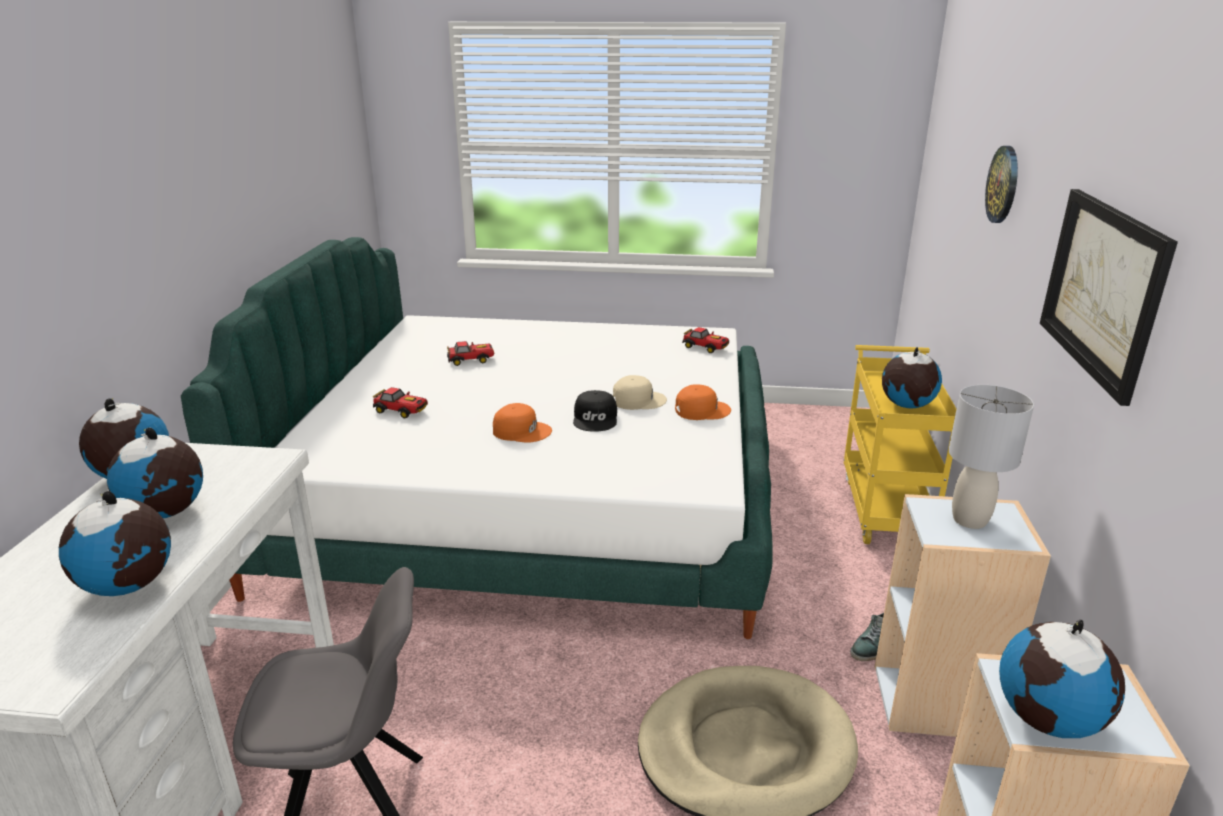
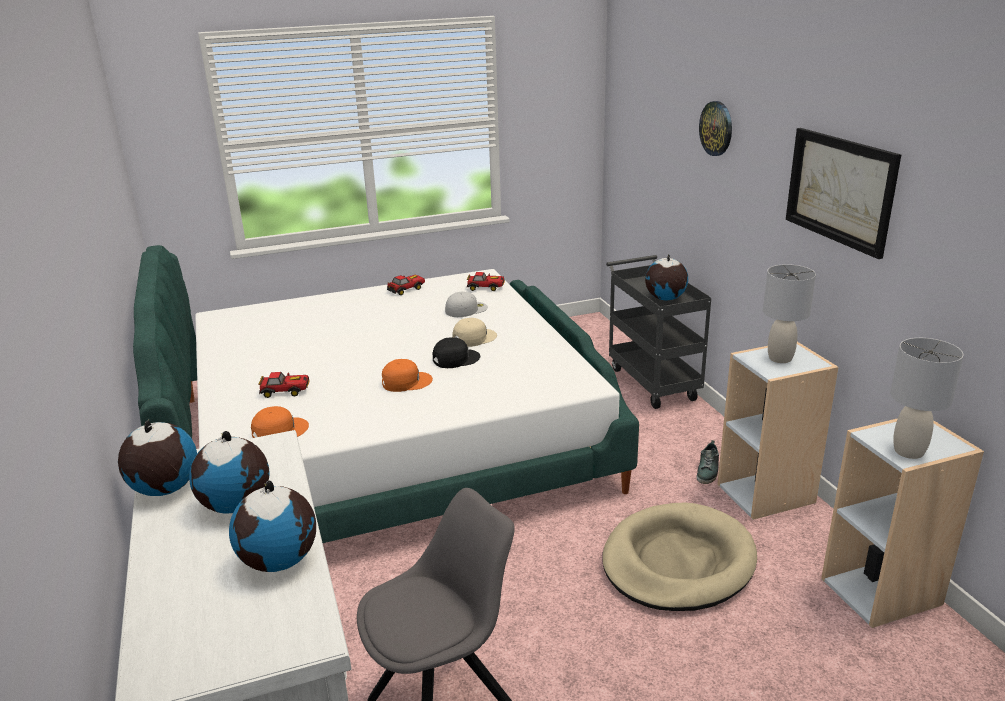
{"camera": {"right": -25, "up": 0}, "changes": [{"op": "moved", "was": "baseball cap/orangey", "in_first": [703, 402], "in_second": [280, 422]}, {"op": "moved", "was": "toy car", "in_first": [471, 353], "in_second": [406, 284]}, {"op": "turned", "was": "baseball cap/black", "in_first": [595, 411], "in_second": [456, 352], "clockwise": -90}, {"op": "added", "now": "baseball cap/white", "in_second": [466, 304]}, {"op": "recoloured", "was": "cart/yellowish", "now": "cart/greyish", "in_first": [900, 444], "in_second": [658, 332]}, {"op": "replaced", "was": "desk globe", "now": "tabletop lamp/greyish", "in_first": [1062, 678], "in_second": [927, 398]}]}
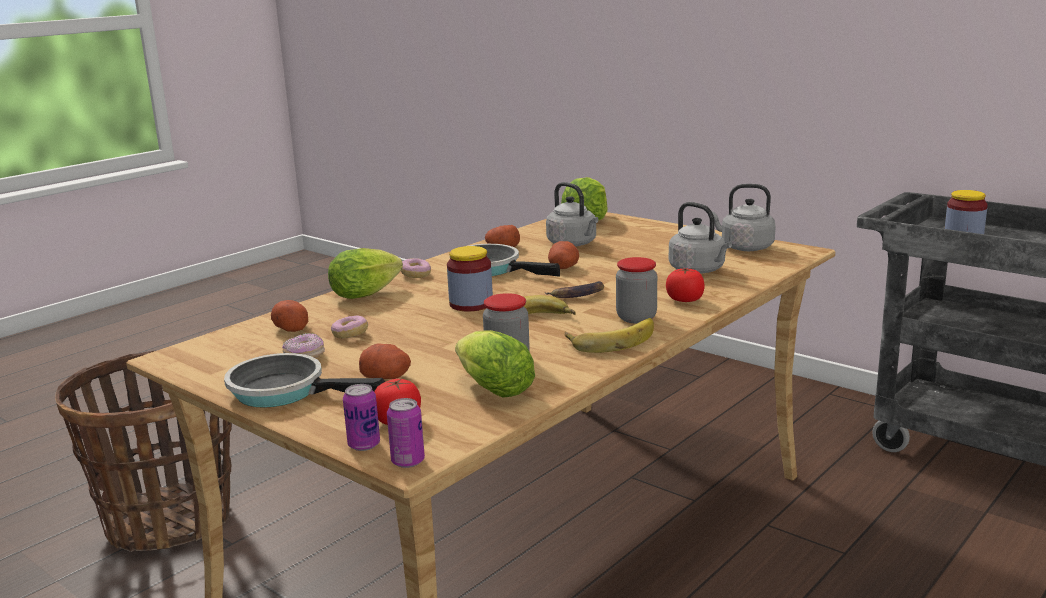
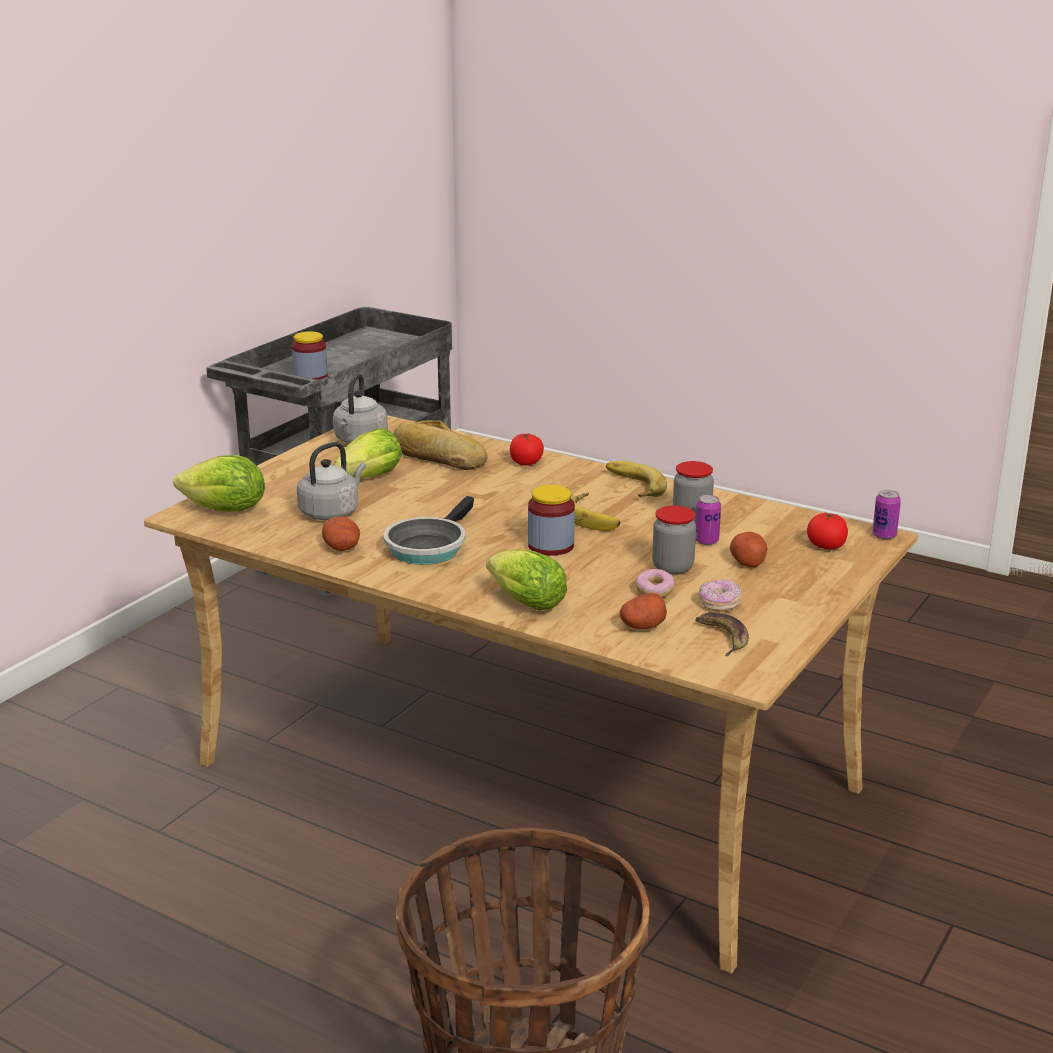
{"camera": {"right": -100, "up": 5}, "changes": [{"op": "moved", "was": "head of lettuce", "in_first": [495, 364], "in_second": [368, 453]}, {"op": "replaced", "was": "kettle/greyish", "now": "bakery bread", "in_first": [700, 238], "in_second": [440, 445]}, {"op": "moved", "was": "jar", "in_first": [636, 290], "in_second": [674, 540]}, {"op": "moved", "was": "sealed can", "in_first": [361, 417], "in_second": [708, 520]}, {"op": "moved", "was": "whole banana", "in_first": [574, 289], "in_second": [722, 634]}, {"op": "removed", "was": "frying pan", "in_first": [304, 380]}, {"op": "removed", "was": "ring doughnut", "in_first": [416, 268]}, {"op": "removed", "was": "spud", "in_first": [563, 255]}]}
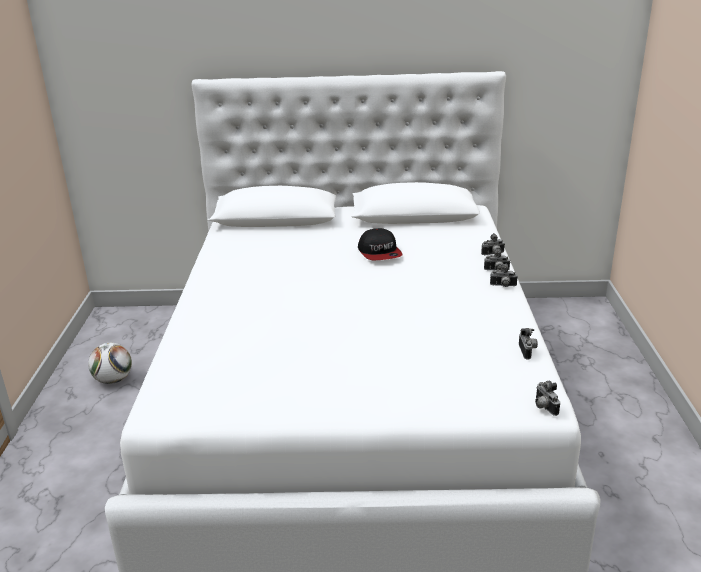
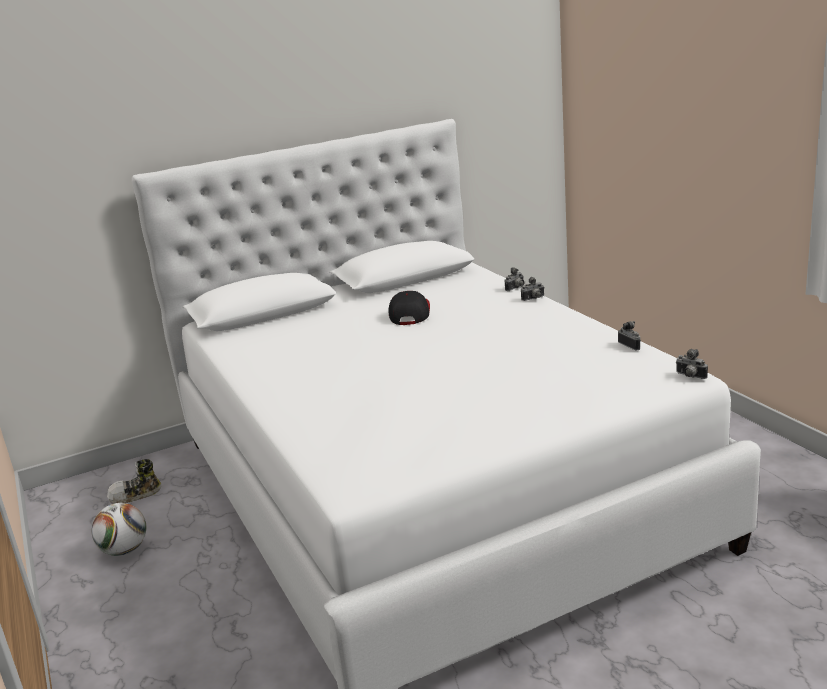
{"camera": {"right": -25, "up": -5}, "changes": [{"op": "added", "now": "shoe", "in_second": [134, 481]}, {"op": "turned", "was": "baseball cap", "in_first": [380, 244], "in_second": [409, 308], "clockwise": -135}, {"op": "removed", "was": "photo camera", "in_first": [504, 275]}]}
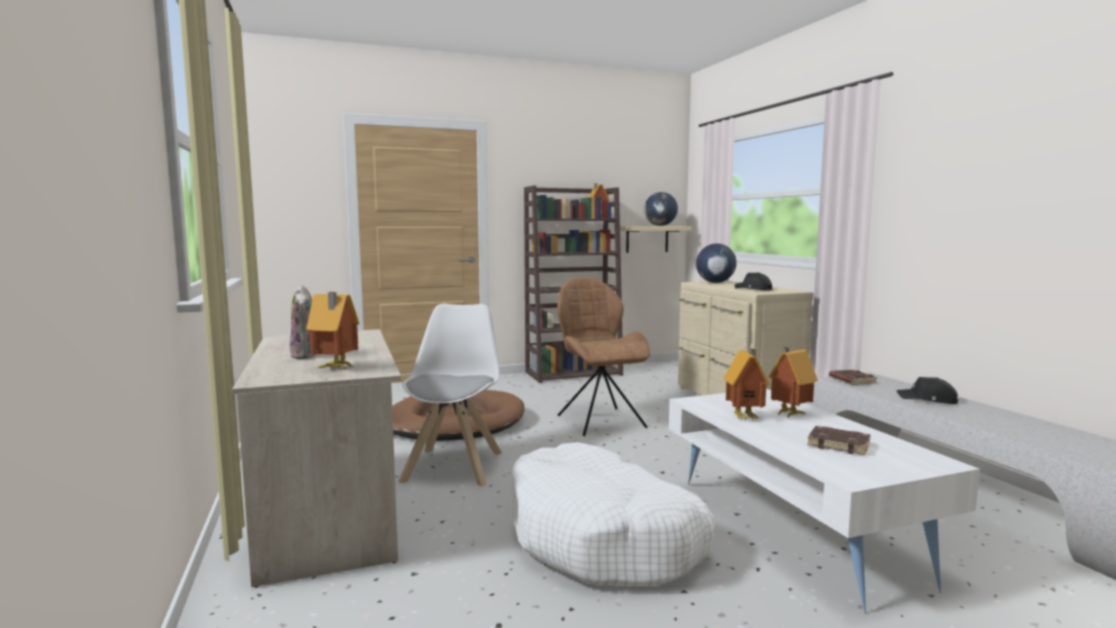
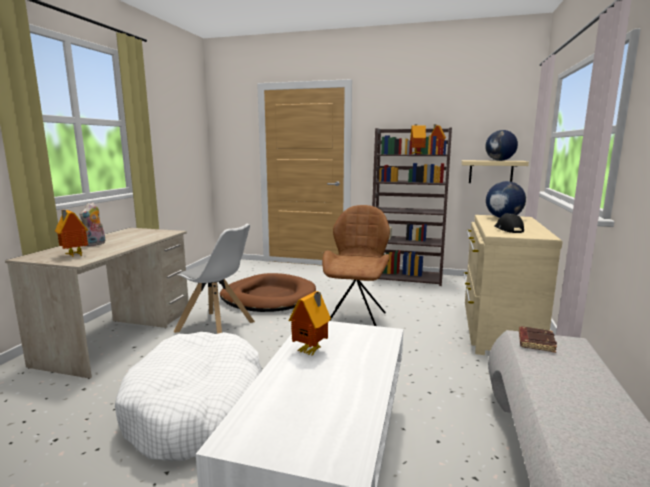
{"camera": {"right": 35, "up": 5}, "changes": [{"op": "turned", "was": "upright chair", "in_first": [450, 394], "in_second": [214, 279], "clockwise": 75}, {"op": "moved", "was": "toy house", "in_first": [793, 382], "in_second": [418, 139]}, {"op": "removed", "was": "book/brownish", "in_first": [838, 440]}, {"op": "removed", "was": "baseball cap/black", "in_first": [927, 390]}]}
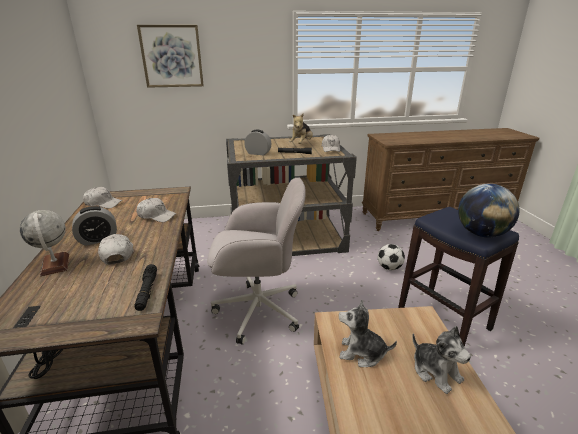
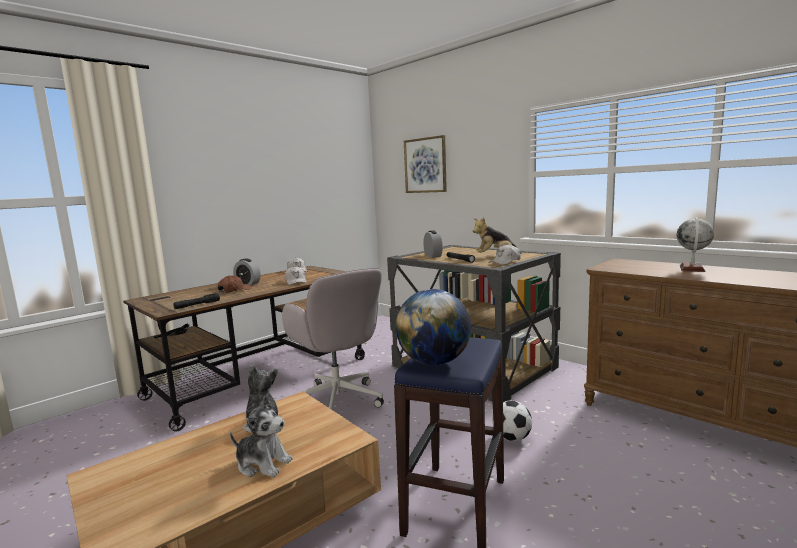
{"camera": {"right": 55, "up": -15}, "changes": [{"op": "recoloured", "was": "baseball cap/white", "now": "baseball cap/brownish", "in_first": [116, 249], "in_second": [235, 284]}, {"op": "turned", "was": "plush toy", "in_first": [441, 360], "in_second": [261, 437], "clockwise": -90}, {"op": "moved", "was": "desk globe", "in_first": [44, 243], "in_second": [695, 244]}]}
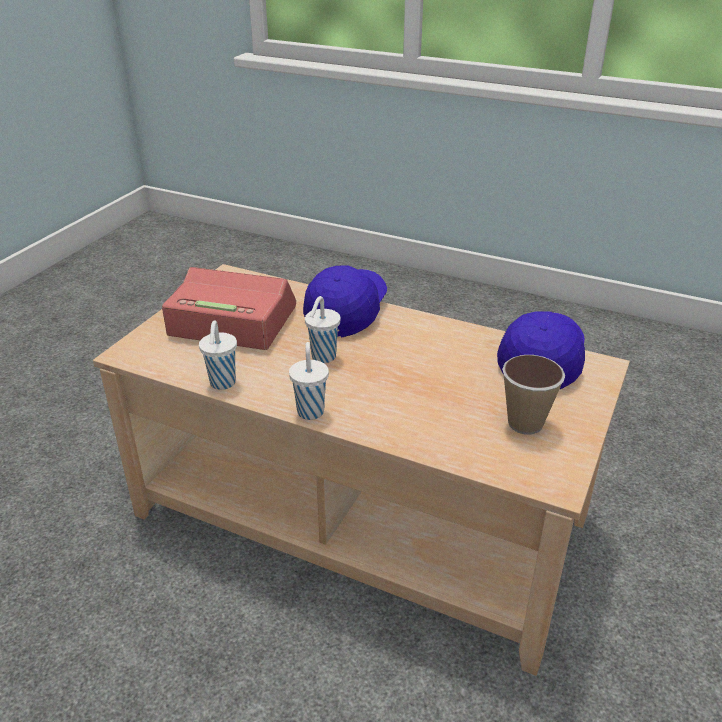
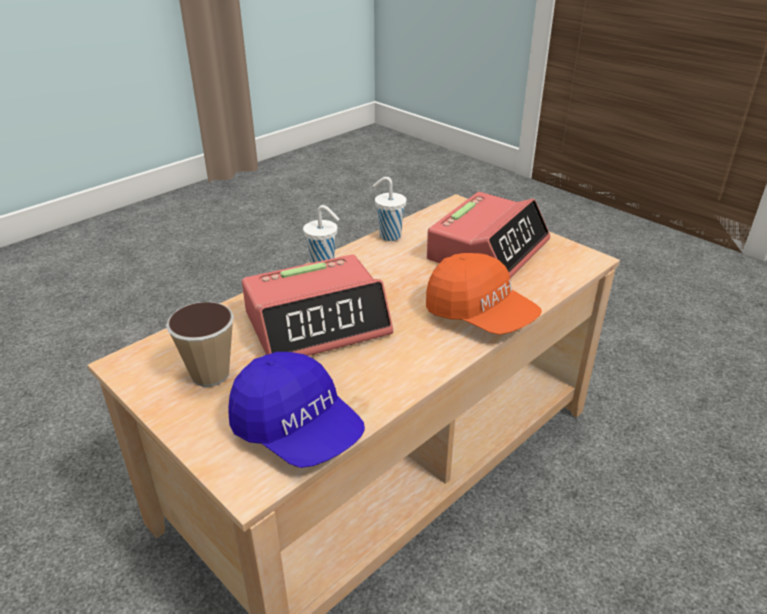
{"camera": {"right": 110, "up": 0}, "changes": [{"op": "added", "now": "table clock", "in_second": [317, 305]}, {"op": "recoloured", "was": "baseball cap/bluish", "now": "baseball cap/orangey", "in_first": [345, 302], "in_second": [484, 294]}, {"op": "removed", "was": "cup/white", "in_first": [323, 329]}]}
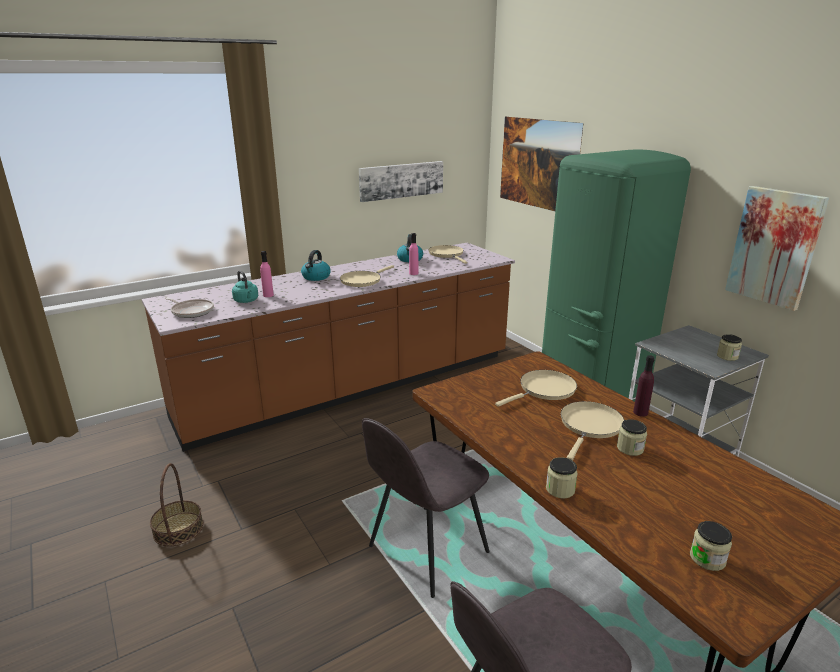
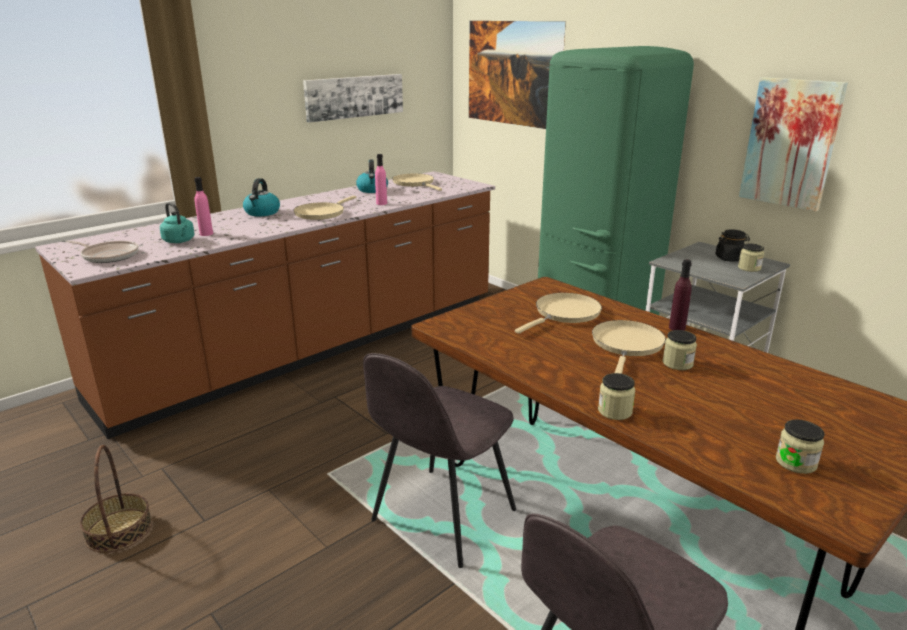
{"camera": {"right": -10, "up": 0}, "changes": [{"op": "added", "now": "jar/black", "in_second": [732, 245]}]}
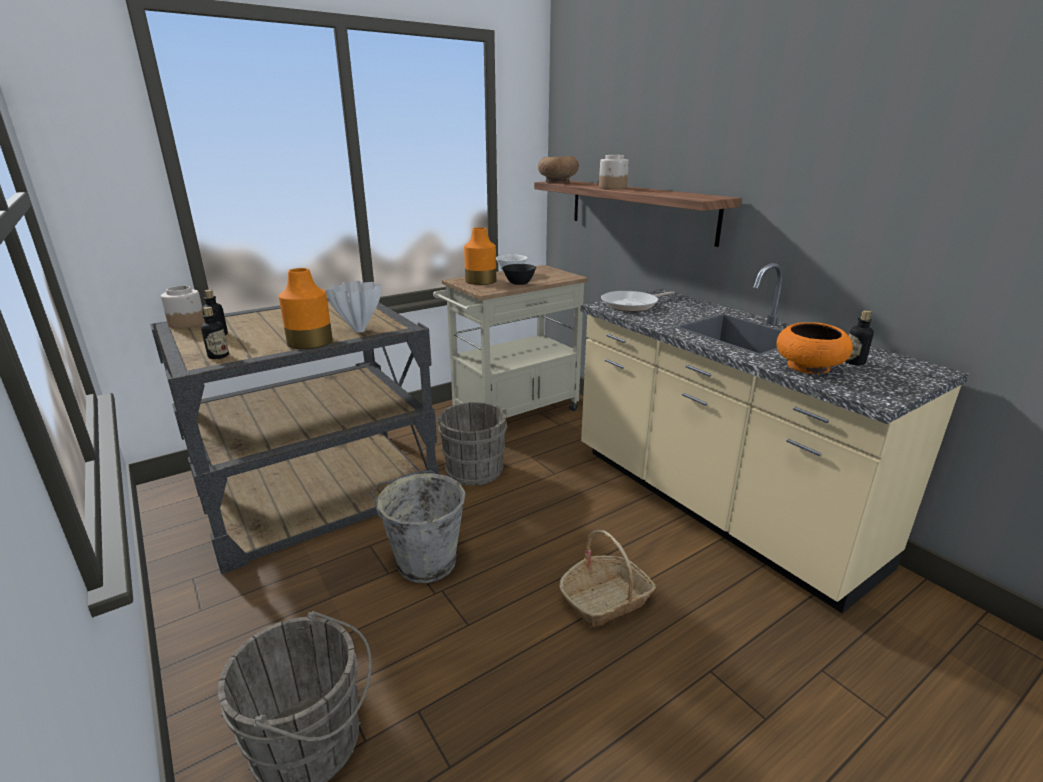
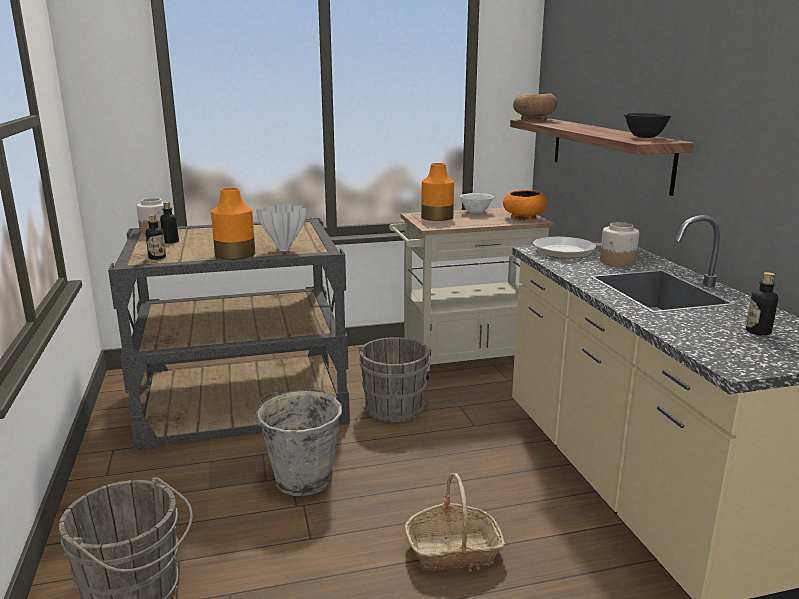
{"camera": {"right": 20, "up": -5}, "changes": [{"op": "moved", "was": "serving bowl/orangey", "in_first": [814, 348], "in_second": [525, 205]}, {"op": "moved", "was": "jar", "in_first": [614, 172], "in_second": [619, 244]}, {"op": "moved", "was": "serving bowl/black", "in_first": [519, 274], "in_second": [647, 125]}]}
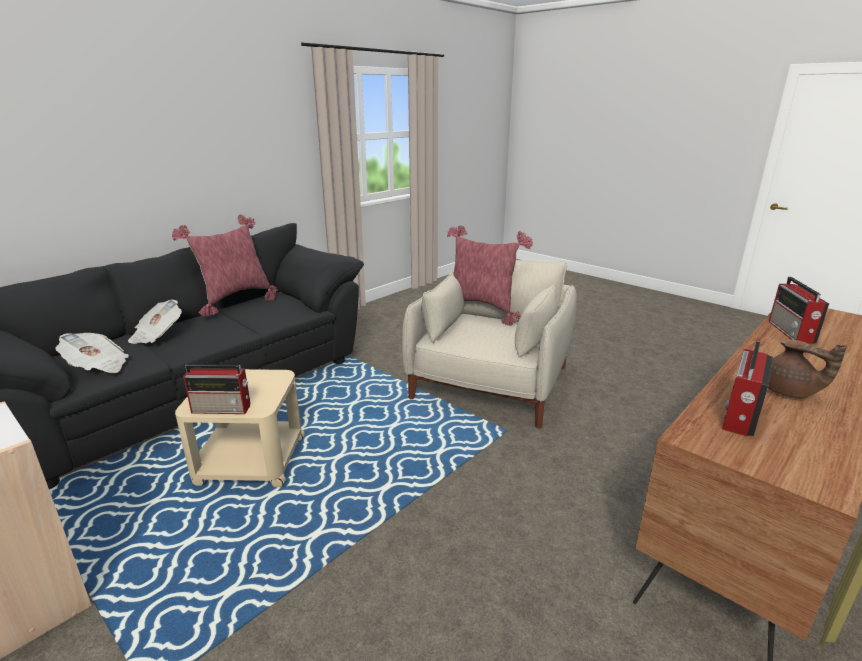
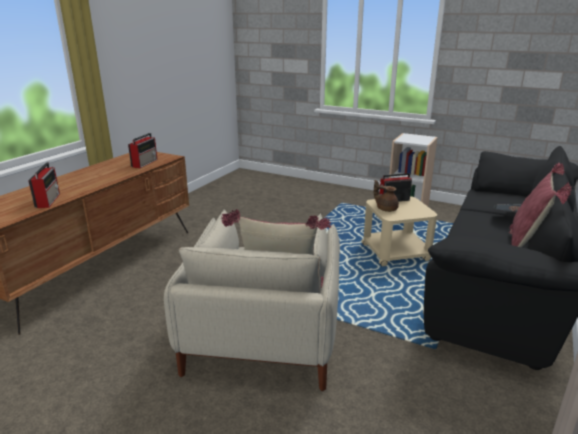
{"camera": {"right": 165, "up": 0}, "changes": [{"op": "moved", "was": "tea pot/brownish", "in_first": [807, 368], "in_second": [386, 196]}, {"op": "removed", "was": "newspaper", "in_first": [92, 353]}]}
